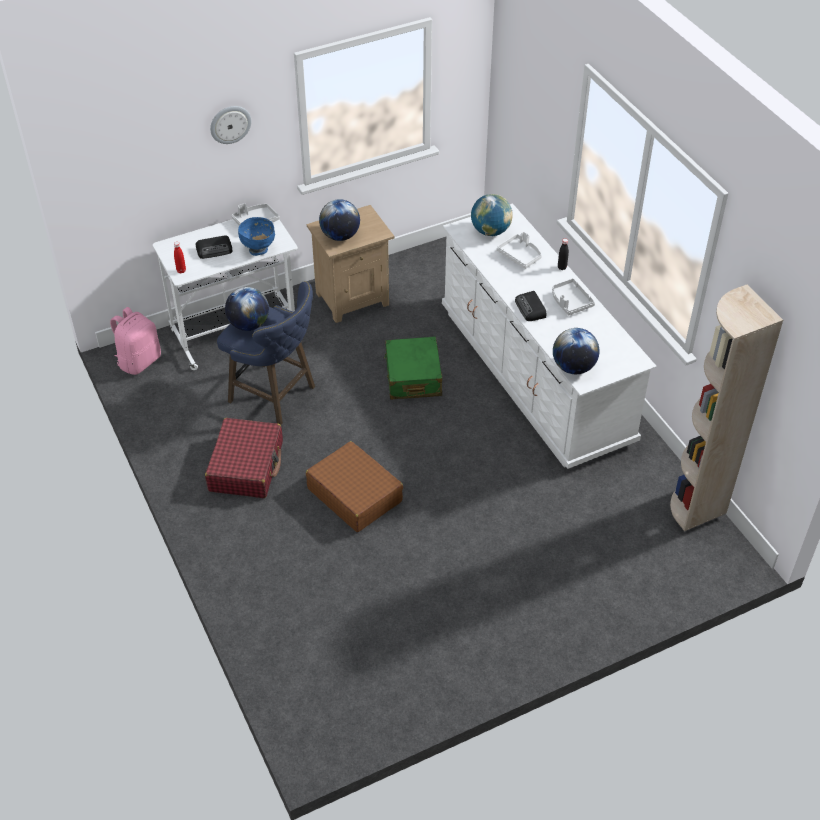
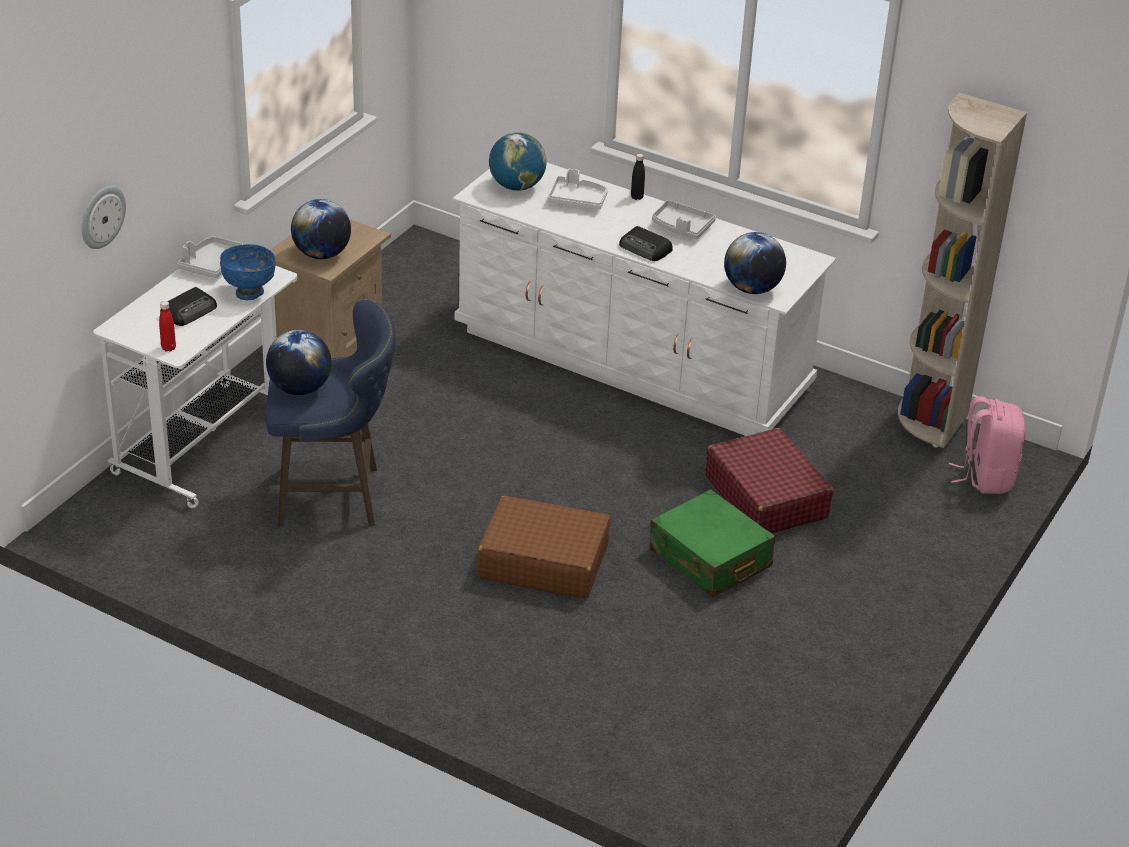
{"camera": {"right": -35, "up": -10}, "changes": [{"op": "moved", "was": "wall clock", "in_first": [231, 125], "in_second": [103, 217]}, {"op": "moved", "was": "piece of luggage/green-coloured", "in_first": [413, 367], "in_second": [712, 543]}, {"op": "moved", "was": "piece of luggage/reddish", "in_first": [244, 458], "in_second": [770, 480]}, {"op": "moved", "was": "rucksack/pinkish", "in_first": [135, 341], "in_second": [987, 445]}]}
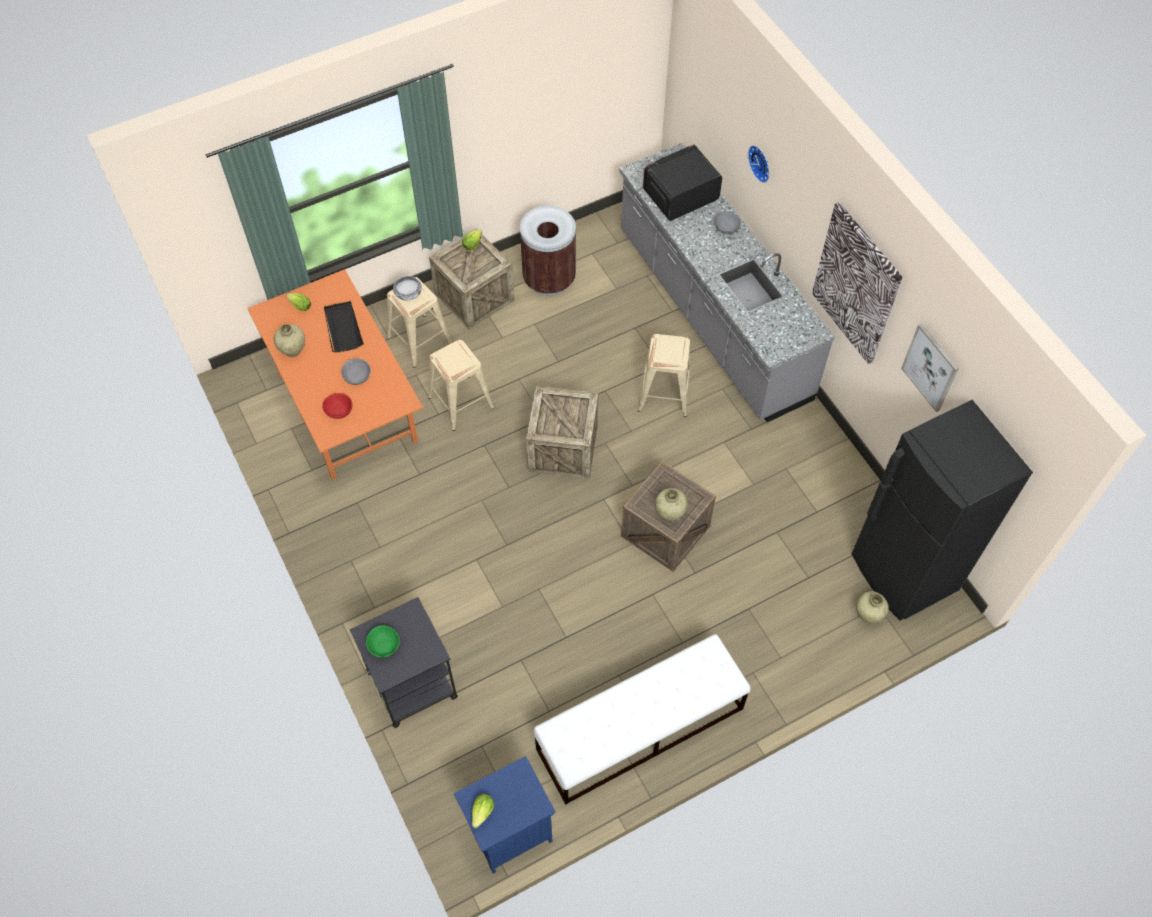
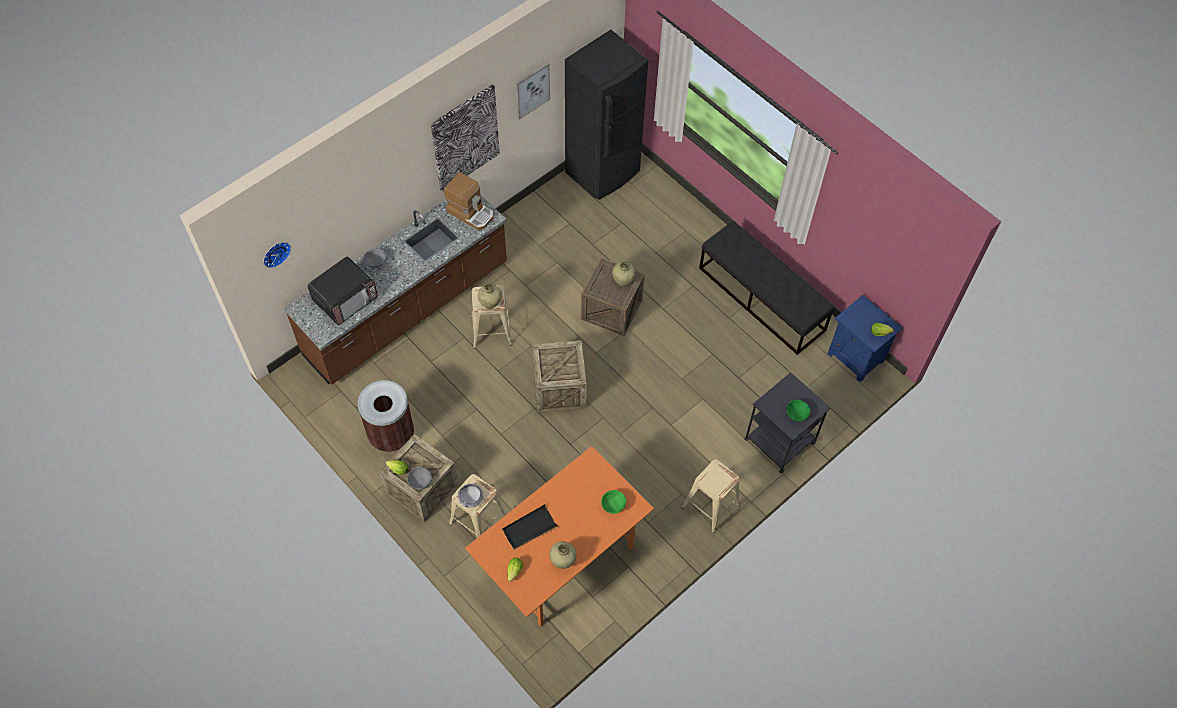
{"camera": {"right": -105, "up": 0}, "changes": [{"op": "moved", "was": "wall clock", "in_first": [759, 164], "in_second": [277, 255]}, {"op": "recoloured", "was": "kitchen counter/greyish", "now": "kitchen counter/brownish", "in_first": [727, 282], "in_second": [395, 290]}, {"op": "turned", "was": "microwave oven", "in_first": [682, 183], "in_second": [342, 291], "clockwise": -90}, {"op": "moved", "was": "serving bowl/greyish", "in_first": [356, 371], "in_second": [419, 478]}, {"op": "added", "now": "coffee machine", "in_second": [469, 201]}, {"op": "moved", "was": "vase/sand-coloured", "in_first": [872, 607], "in_second": [490, 296]}, {"op": "recoloured", "was": "serving bowl/reddish", "now": "serving bowl/green-coloured", "in_first": [337, 406], "in_second": [613, 502]}, {"op": "moved", "was": "sitting stool/sand-coloured", "in_first": [461, 385], "in_second": [711, 496]}, {"op": "recoloured", "was": "bench/white", "now": "bench/black", "in_first": [642, 719], "in_second": [766, 288]}]}
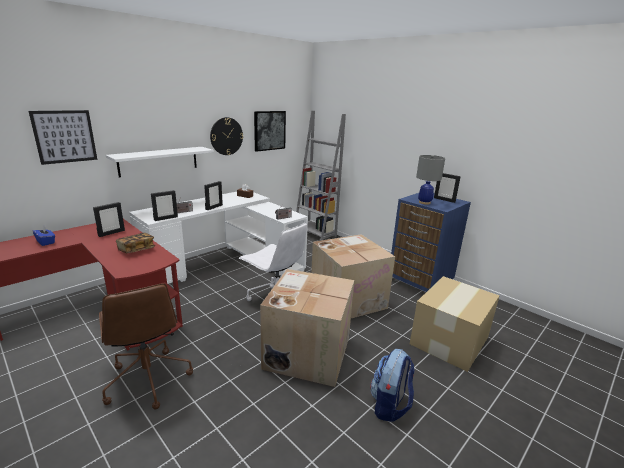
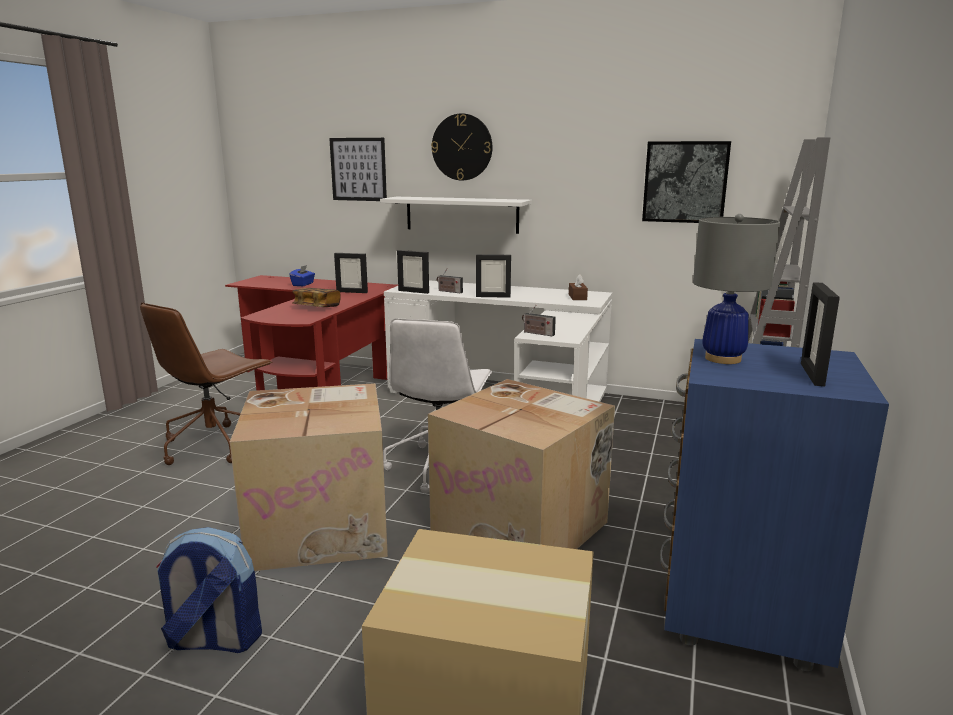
{"camera": {"right": 65, "up": -5}, "changes": [{"op": "moved", "was": "wall clock", "in_first": [226, 136], "in_second": [461, 147]}]}
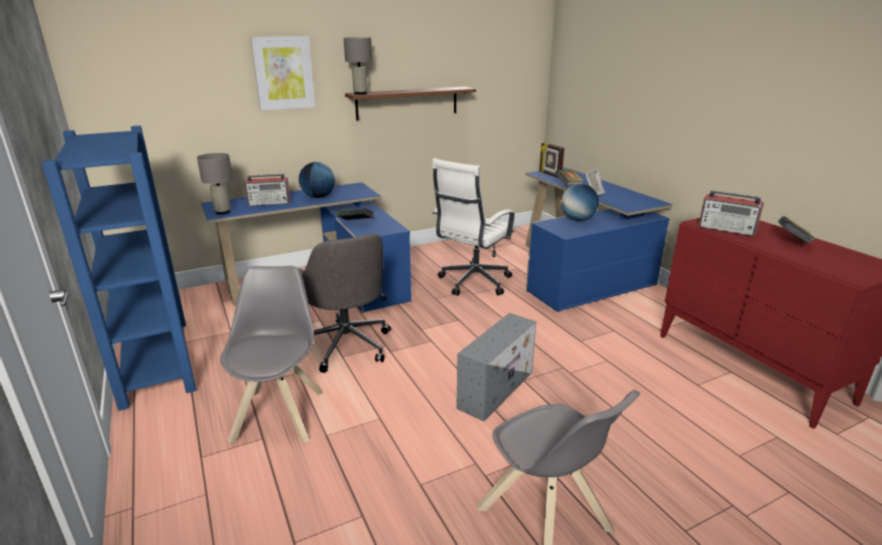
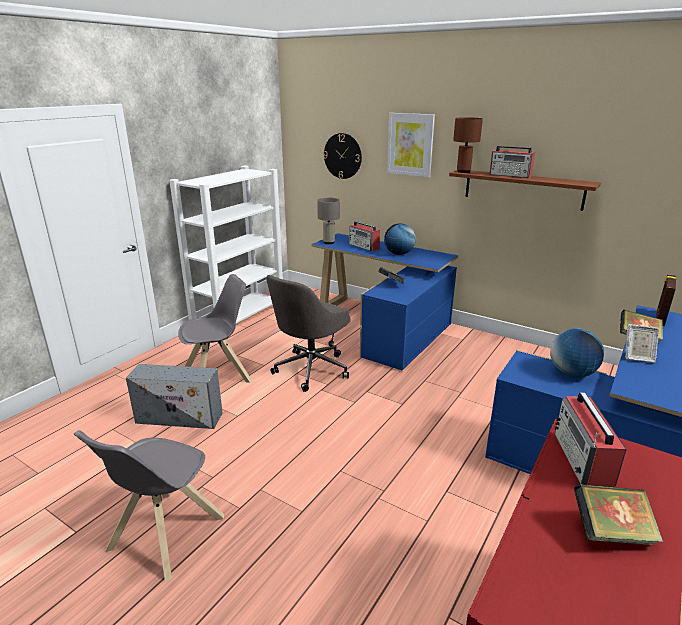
{"camera": {"right": 60, "up": 0}, "changes": [{"op": "moved", "was": "storage container/greyish", "in_first": [496, 367], "in_second": [174, 396]}, {"op": "recoloured", "was": "bookshelf/bluish", "now": "bookshelf/white", "in_first": [119, 268], "in_second": [226, 244]}, {"op": "added", "now": "wall clock", "in_second": [342, 156]}, {"op": "recoloured", "was": "tabletop lamp/greyish", "now": "tabletop lamp/brownish", "in_first": [358, 66], "in_second": [468, 145]}, {"op": "added", "now": "radio set", "in_second": [512, 162]}, {"op": "removed", "was": "desk chair/white", "in_first": [474, 227]}]}
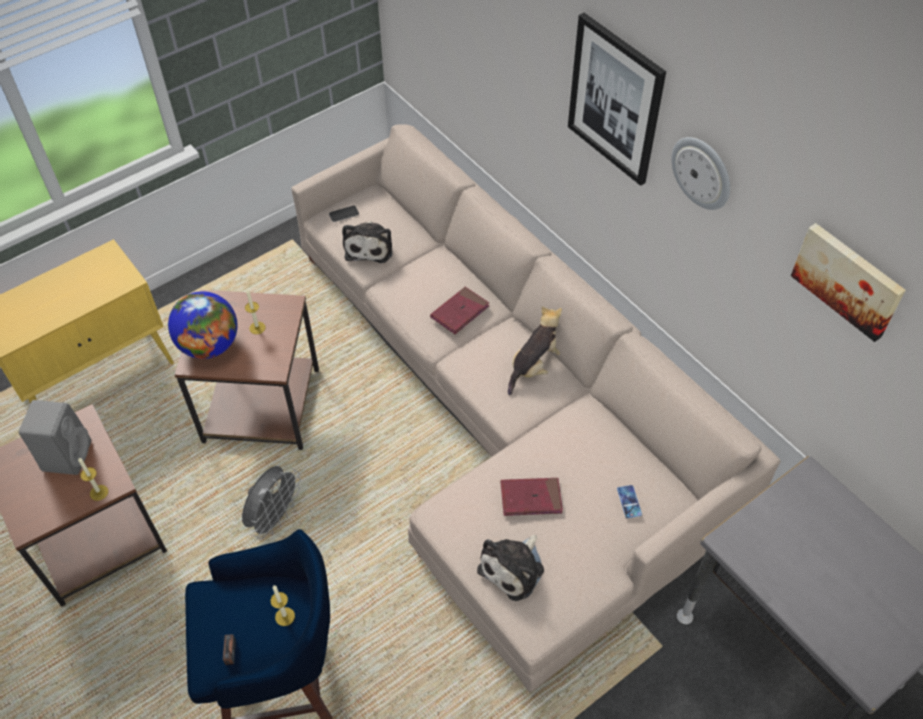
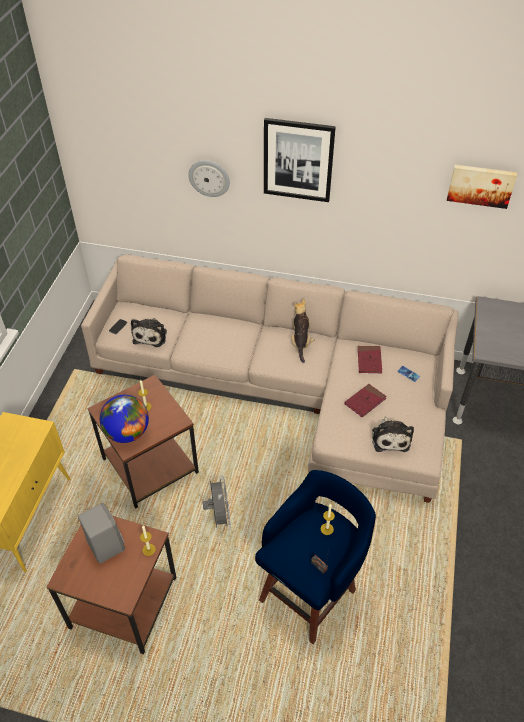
{"camera": {"right": -40, "up": -5}, "changes": [{"op": "turned", "was": "plush toy", "in_first": [367, 242], "in_second": [149, 332], "clockwise": 45}, {"op": "moved", "was": "wall clock", "in_first": [700, 173], "in_second": [209, 178]}, {"op": "moved", "was": "book/reddish", "in_first": [459, 310], "in_second": [370, 359]}]}
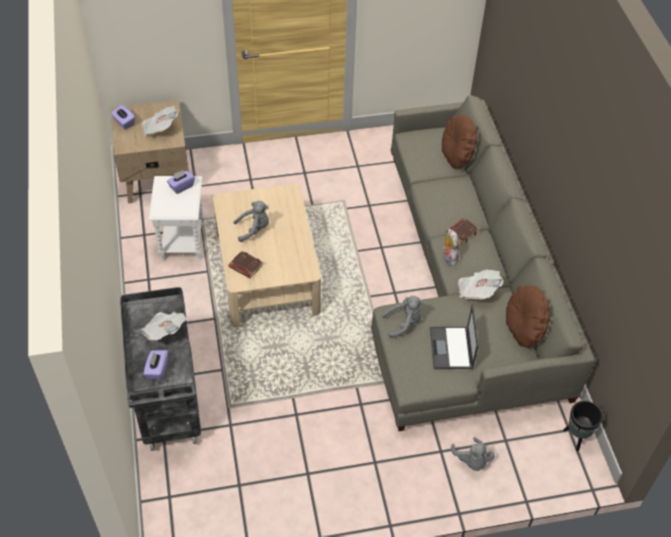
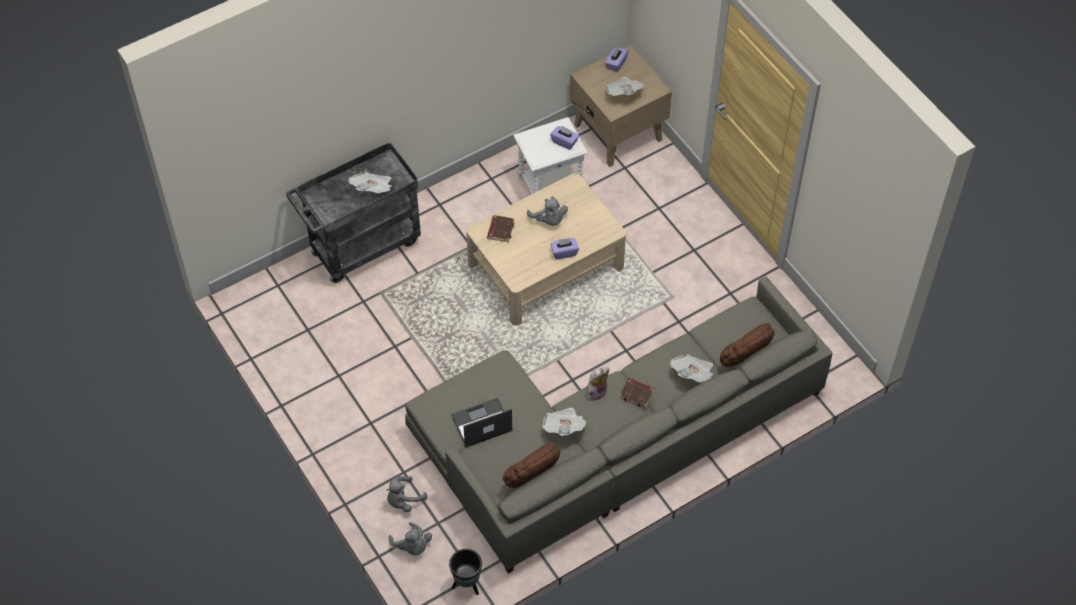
{"camera": {"right": 70, "up": 5}, "changes": [{"op": "moved", "was": "plush toy/greyish", "in_first": [403, 317], "in_second": [410, 539]}, {"op": "moved", "was": "tissue holder/purple-coloured", "in_first": [156, 365], "in_second": [564, 249]}, {"op": "added", "now": "newspaper", "in_second": [691, 368]}]}
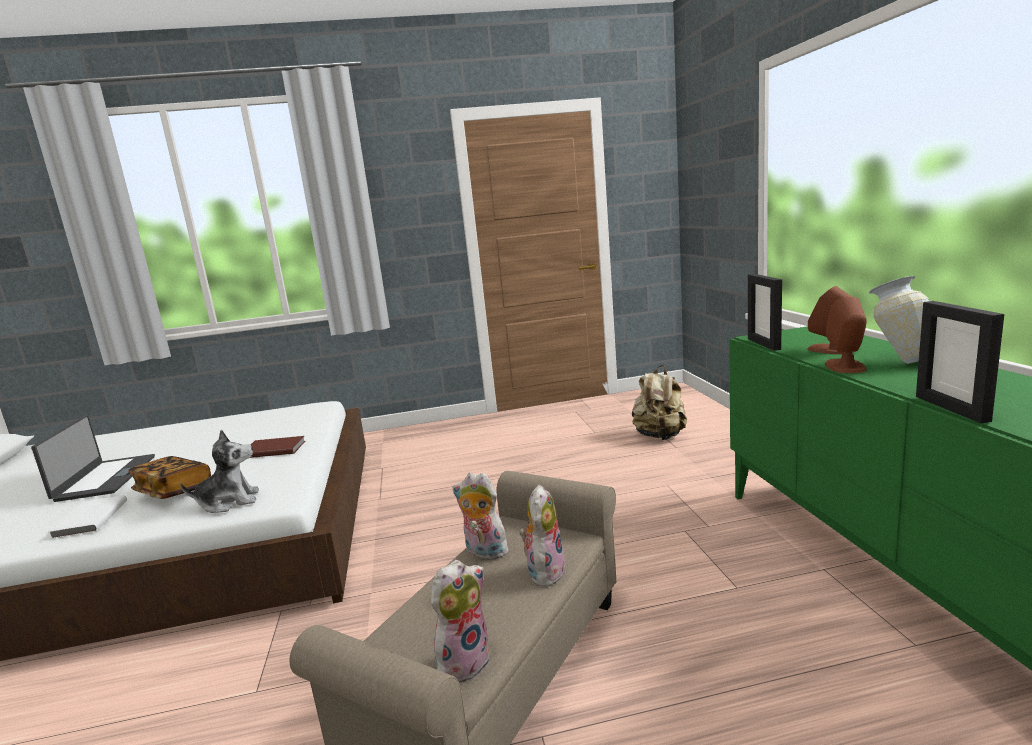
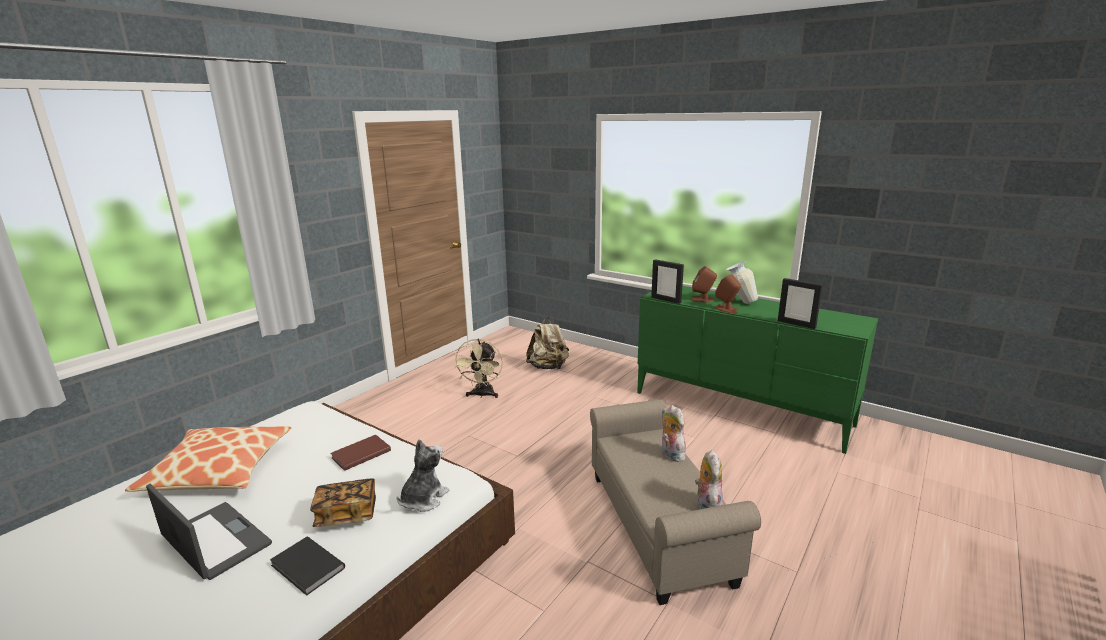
{"camera": {"right": -45, "up": 5}, "changes": [{"op": "added", "now": "pillow", "in_second": [208, 459]}, {"op": "recoloured", "was": "book/white", "now": "book/black", "in_first": [88, 517], "in_second": [307, 566]}, {"op": "added", "now": "electric fan/sand-coloured", "in_second": [478, 368]}, {"op": "removed", "was": "plush toy", "in_first": [480, 517]}]}
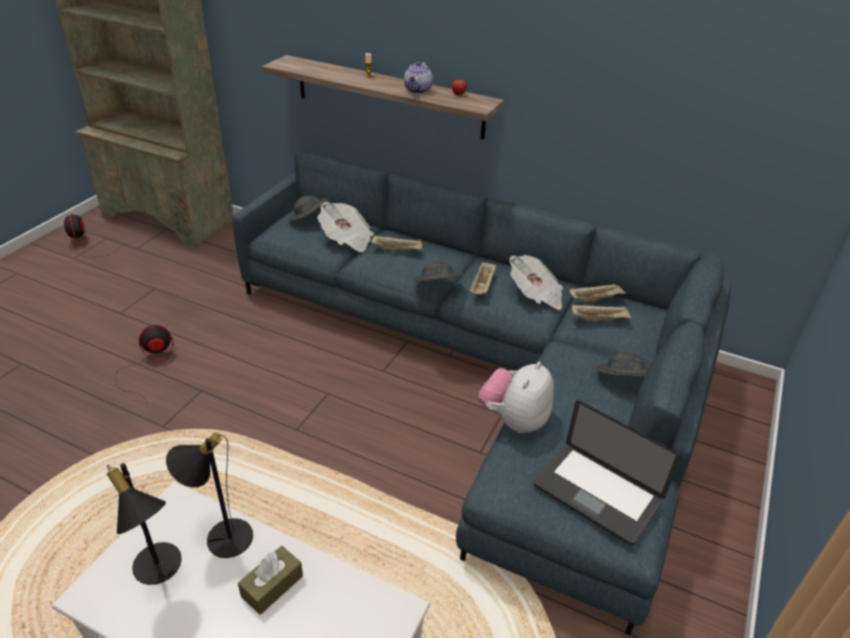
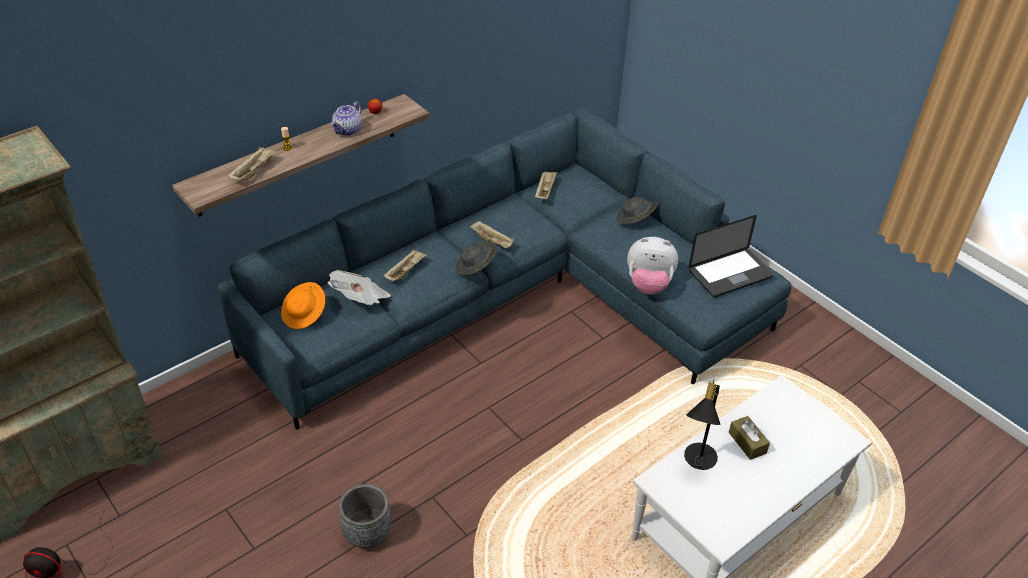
{"camera": {"right": -65, "up": 5}, "changes": [{"op": "moved", "was": "serving tray/sand-coloured", "in_first": [601, 313], "in_second": [251, 164]}, {"op": "recoloured", "was": "hat/greyish", "now": "hat/orangey", "in_first": [308, 208], "in_second": [303, 305]}, {"op": "turned", "was": "tea pot", "in_first": [418, 78], "in_second": [346, 118], "clockwise": 75}, {"op": "replaced", "was": "electric fan", "now": "flower pot/greyish", "in_first": [144, 365], "in_second": [365, 516]}, {"op": "turned", "was": "plush toy", "in_first": [516, 397], "in_second": [652, 266], "clockwise": -45}, {"op": "removed", "was": "tabletop lamp/black", "in_first": [144, 524]}, {"op": "removed", "was": "newspaper", "in_first": [536, 282]}]}
